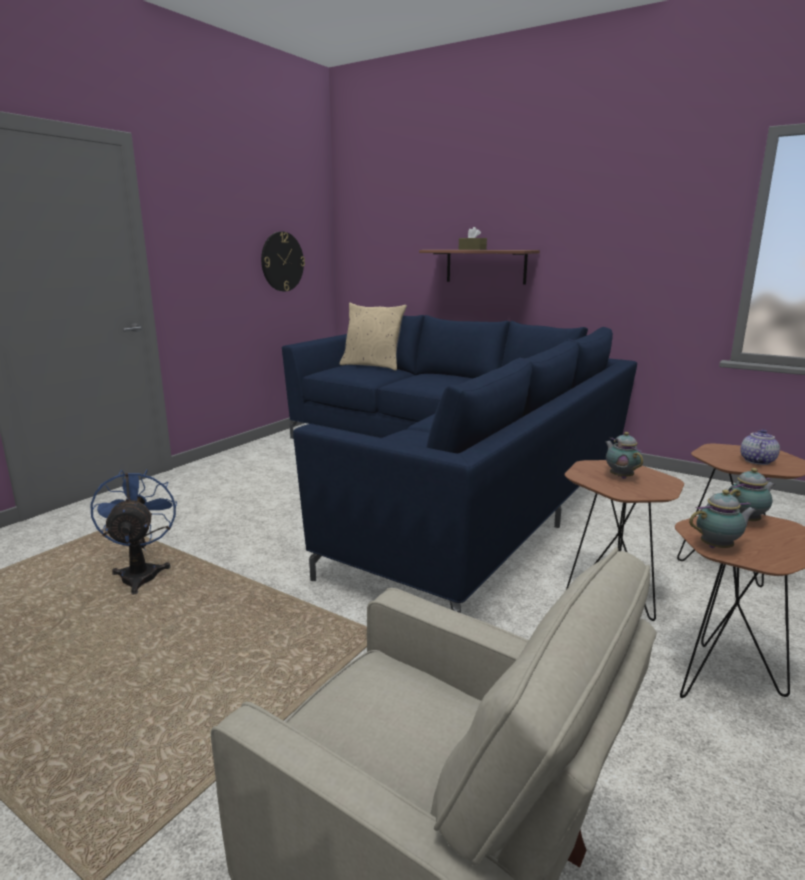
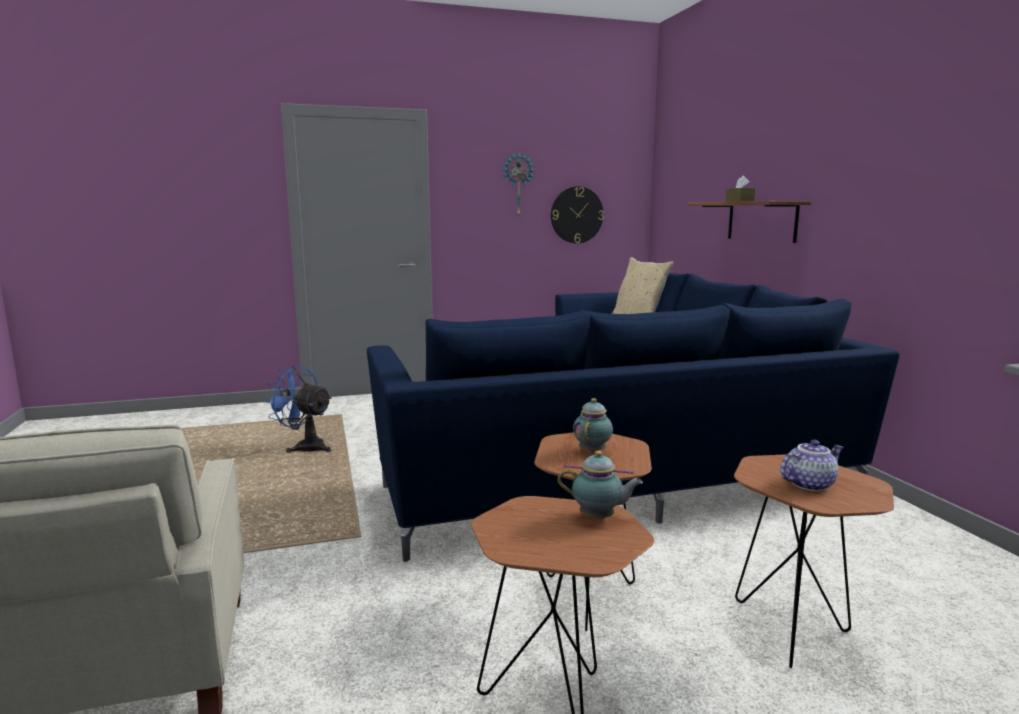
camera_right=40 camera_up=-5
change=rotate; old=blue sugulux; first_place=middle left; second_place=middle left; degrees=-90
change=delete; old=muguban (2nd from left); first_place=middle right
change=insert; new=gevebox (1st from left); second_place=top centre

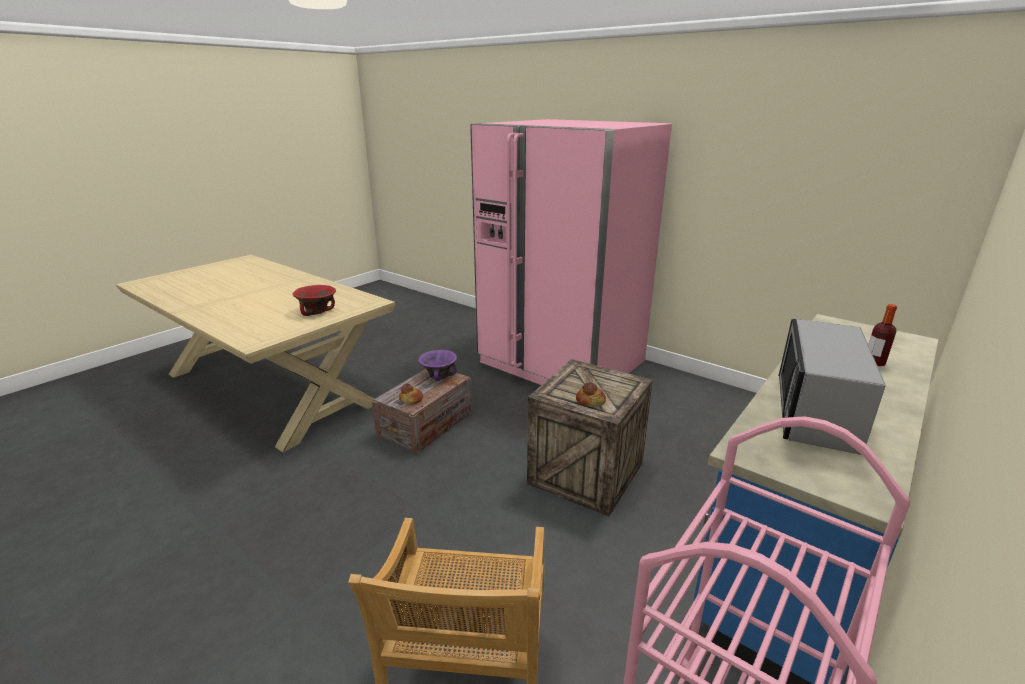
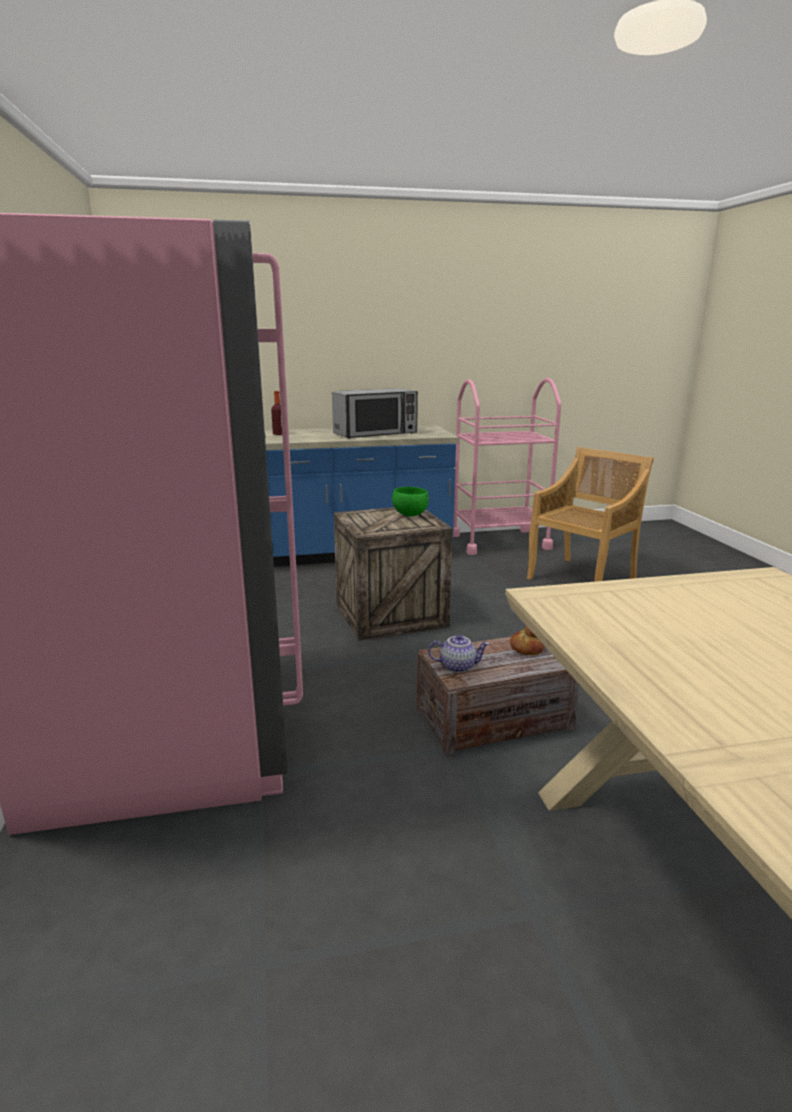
camera_right=-140 camera_up=-5
change=delete; old=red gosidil; first_place=middle left
change=replace; old=purple gosidil; new=muguban; first_place=centre; second_place=centre
change=replace; old=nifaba (2nd from left); new=green gosidil; first_place=centre; second_place=centre

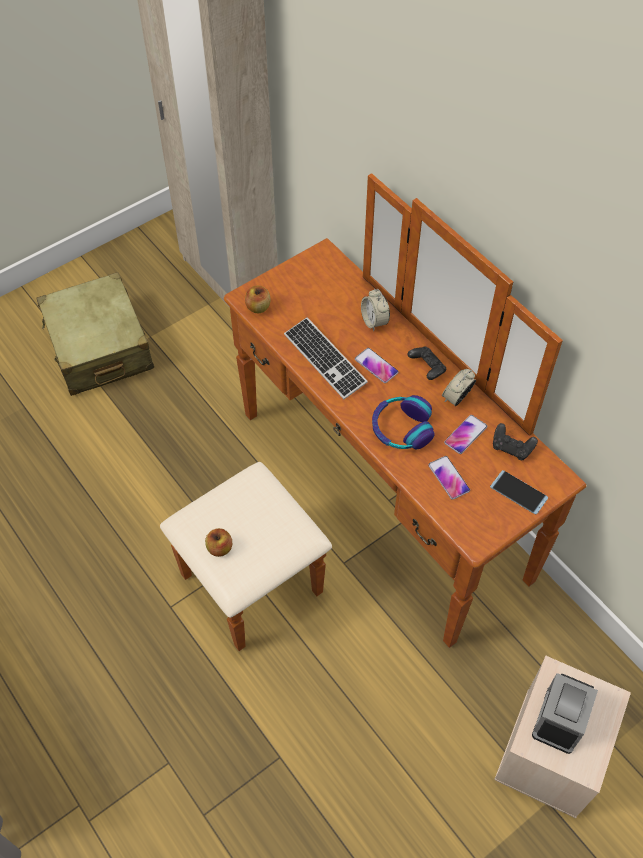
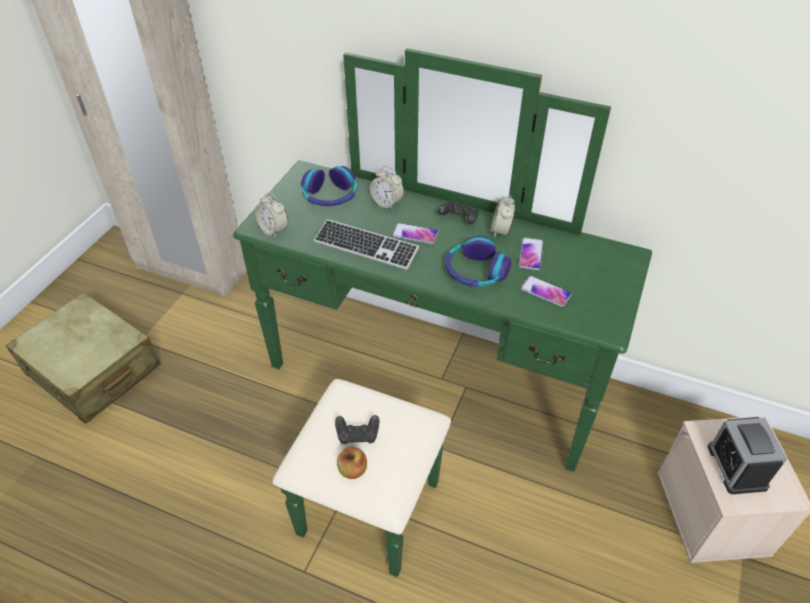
camera_right=-30 camera_up=-10
change=recolor; old=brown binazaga; new=green binazaga; first_place=centre; second_place=centre
change=replace; old=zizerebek (2nd from left); new=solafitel (1st from left); first_place=centre; second_place=centre
change=move; old=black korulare (2nd from left in the first image); new=black korulare (1st from left); first_place=middle right; second_place=bottom centre
change=delete; old=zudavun (4th from left); first_place=middle right
change=insert; new=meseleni (1st from left); second_place=top centre

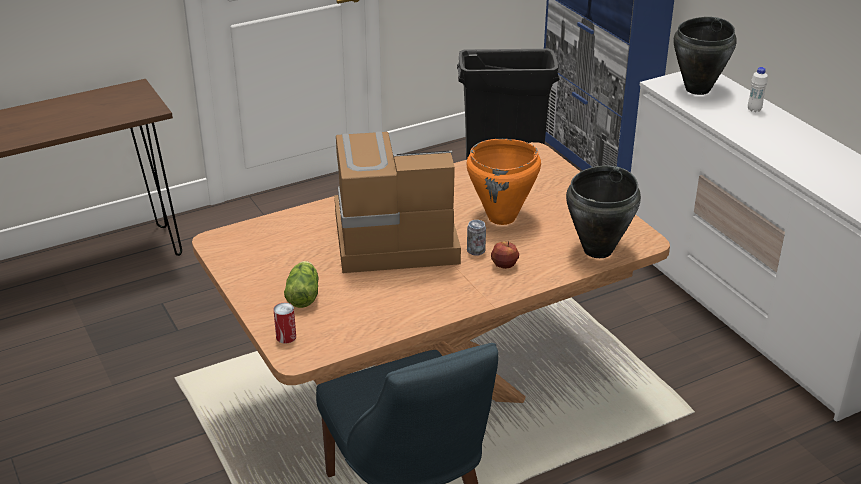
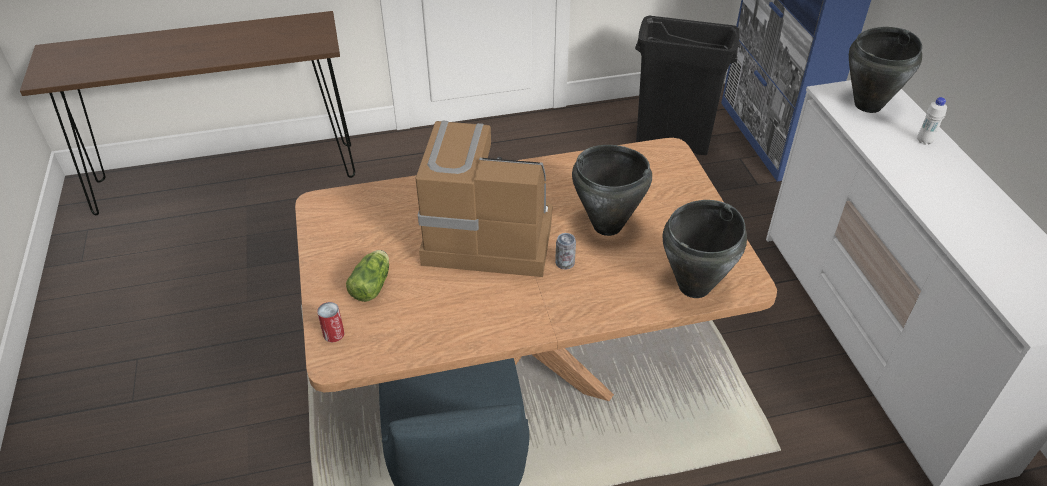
camera_right=15 camera_up=10
change=recolor; old=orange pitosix; new=black pitosix (1st from left); first_place=centre; second_place=centre
change=delete; old=zizerebek; first_place=centre

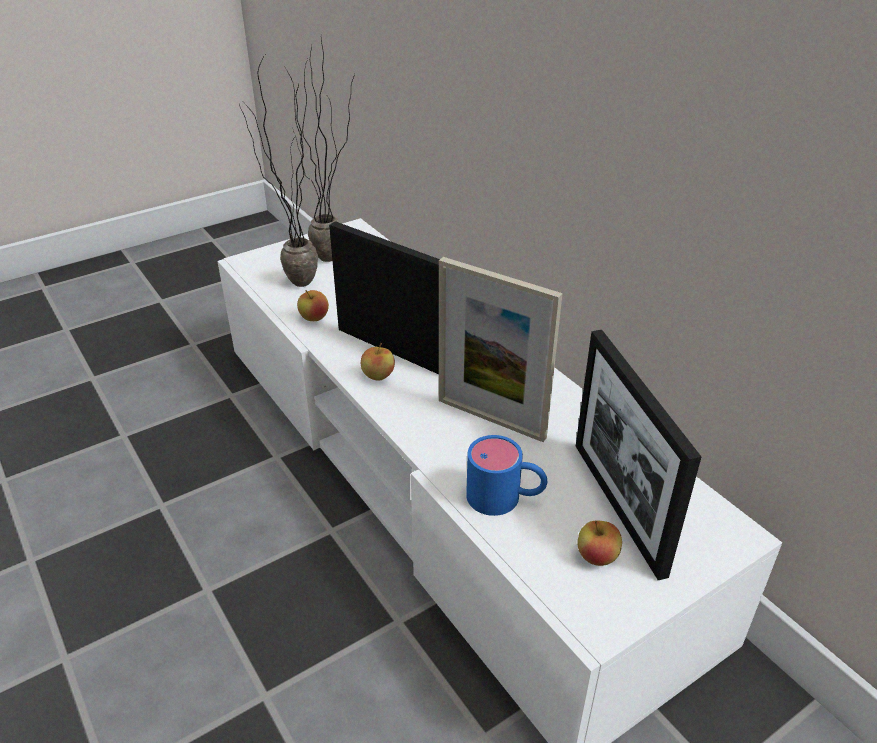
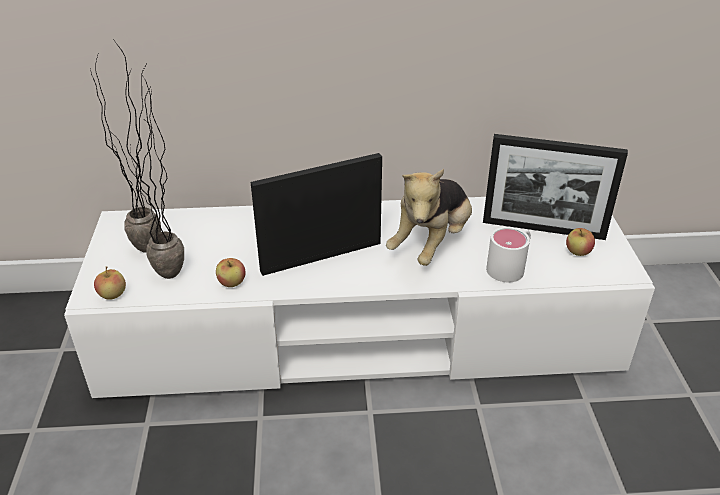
camera_right=-60 camera_up=0
change=replace; old=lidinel (2nd from left); new=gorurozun; first_place=centre; second_place=centre
change=move; old=zizerebek (2nd from left in the first image); new=zizerebek (1st from left); first_place=centre; second_place=middle left
change=recolor; old=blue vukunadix; new=white vukunadix; first_place=centre; second_place=middle right

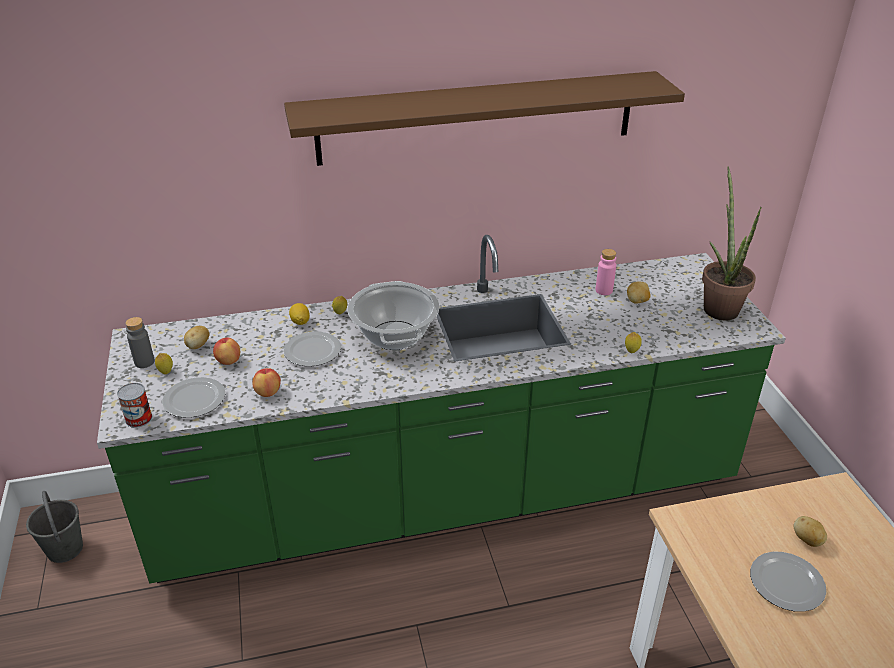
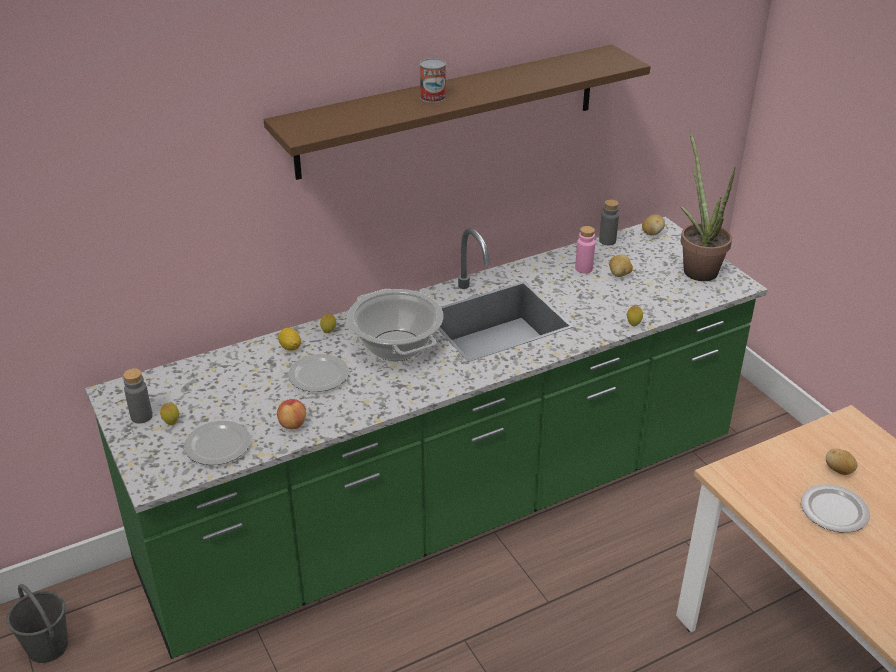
camera_right=-15 camera_up=0
change=move; old=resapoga (1st from left in the first image); new=resapoga (2nd from left); first_place=middle left; second_place=middle right
change=delete; old=zizerebek (1st from left); first_place=middle left
change=move; old=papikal; first_place=middle left; second_place=top centre
change=insert; new=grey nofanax (2nd from left); second_place=top right

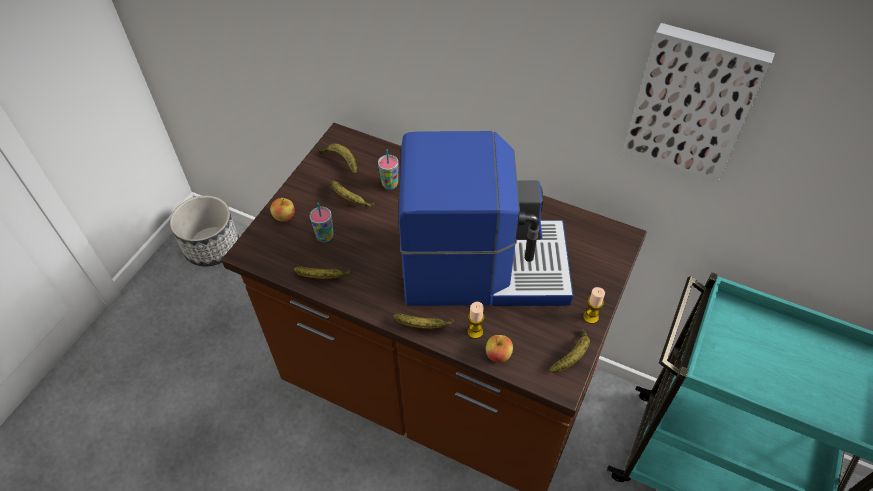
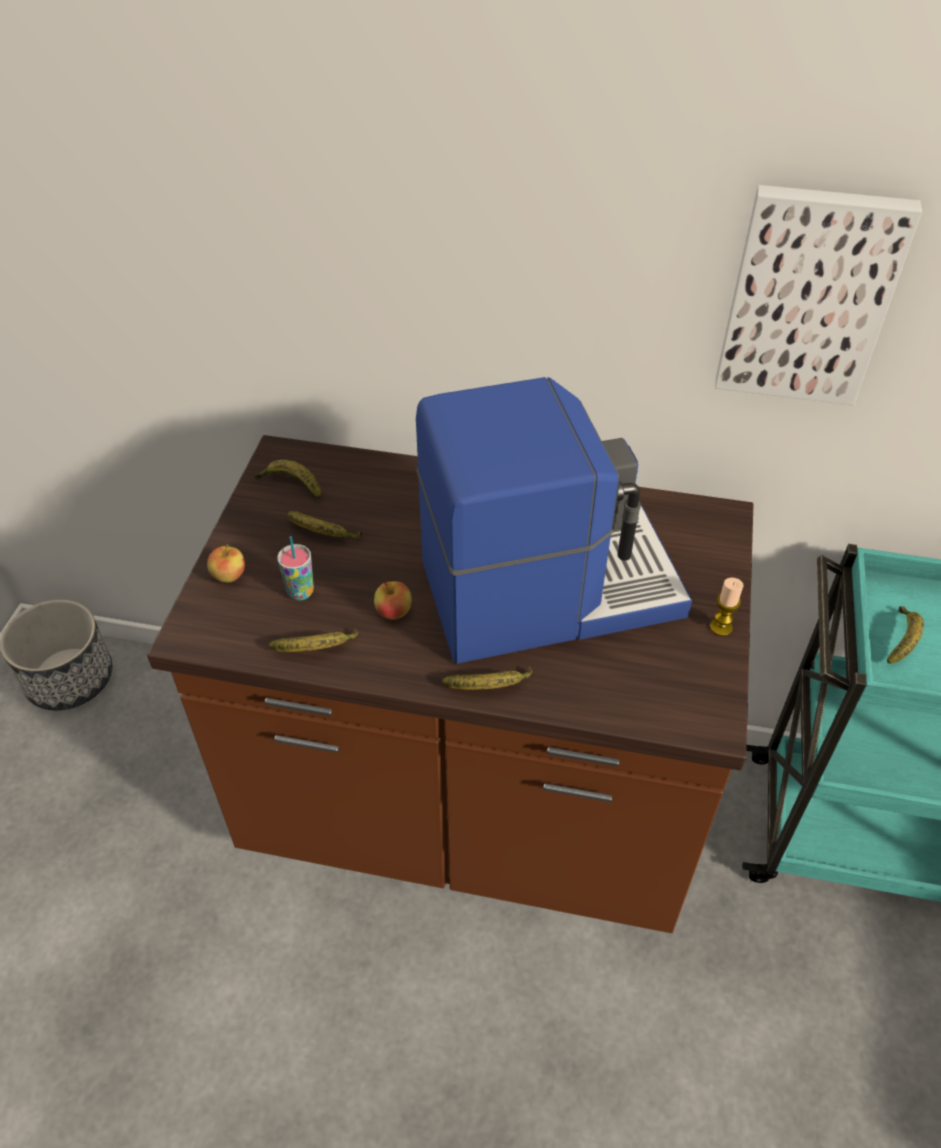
camera_right=-15 camera_up=-5
change=delete; old=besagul (2nd from left); first_place=centre
change=delete; old=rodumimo (1st from left); first_place=centre
change=move; old=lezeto (5th from left); first_place=bottom centre; second_place=middle right
change=move; old=zizerebek (2nd from left); first_place=bottom centre; second_place=centre

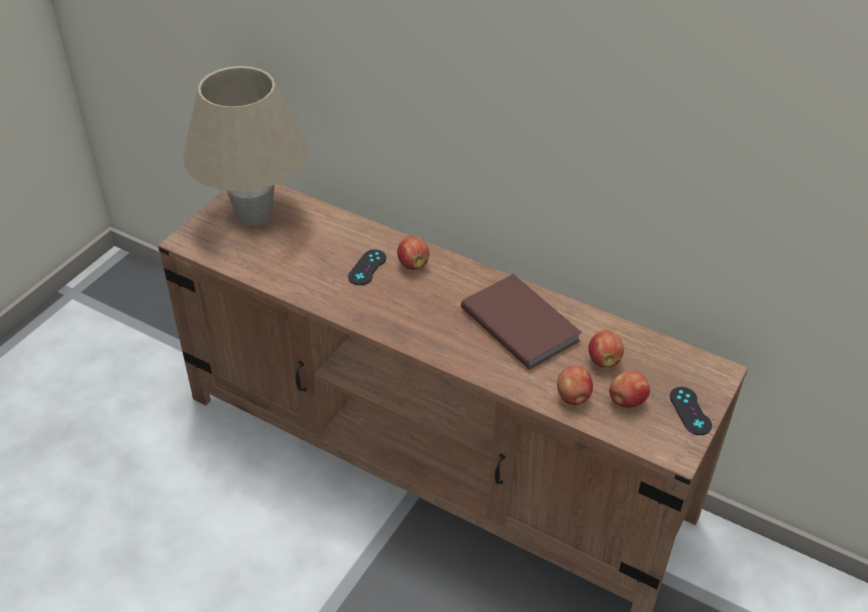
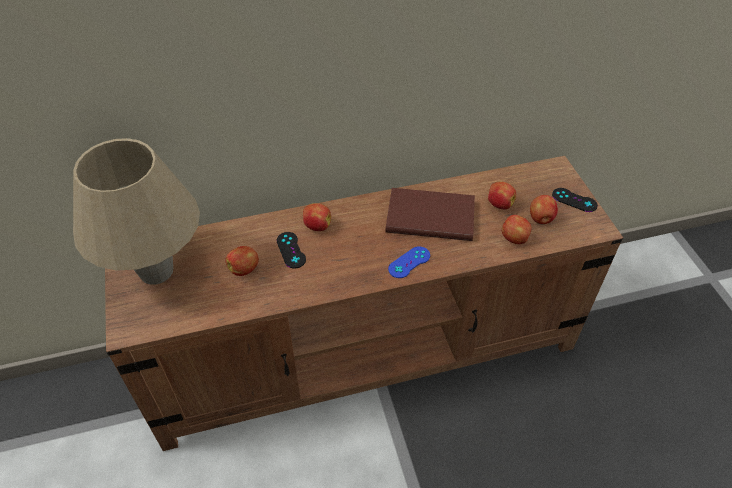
camera_right=-45 camera_up=5
change=insert; new=zizerebek (1st from left); second_place=middle left
change=insert; new=blue korulare; second_place=centre

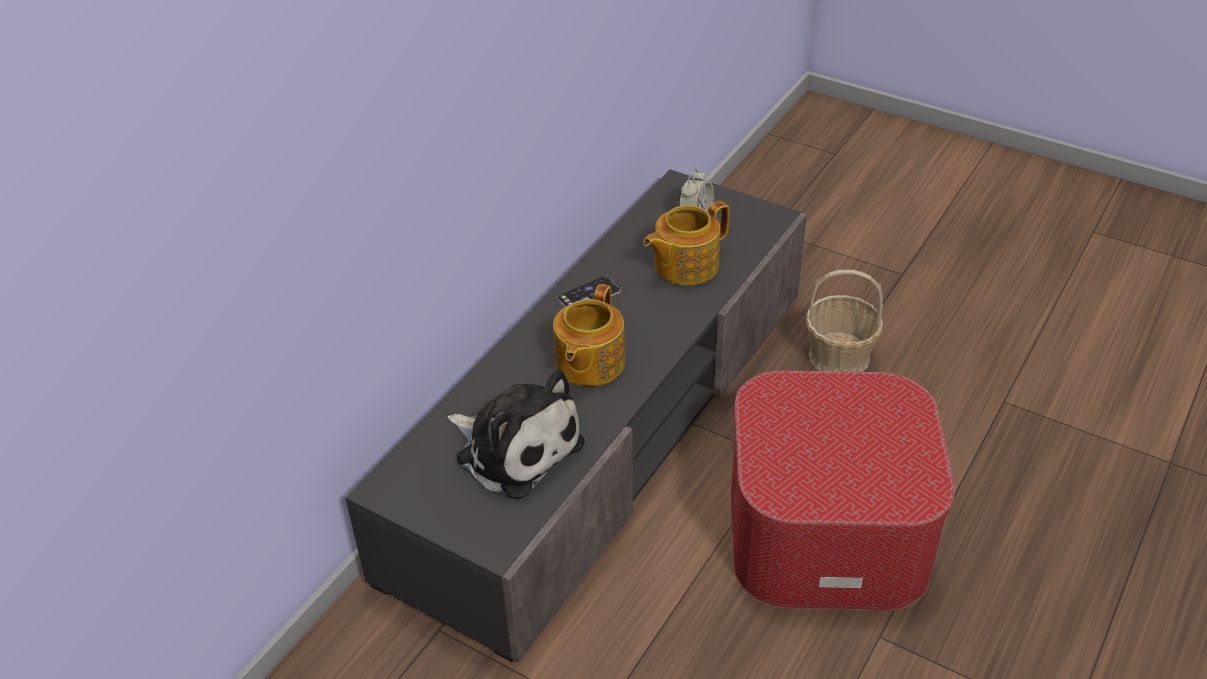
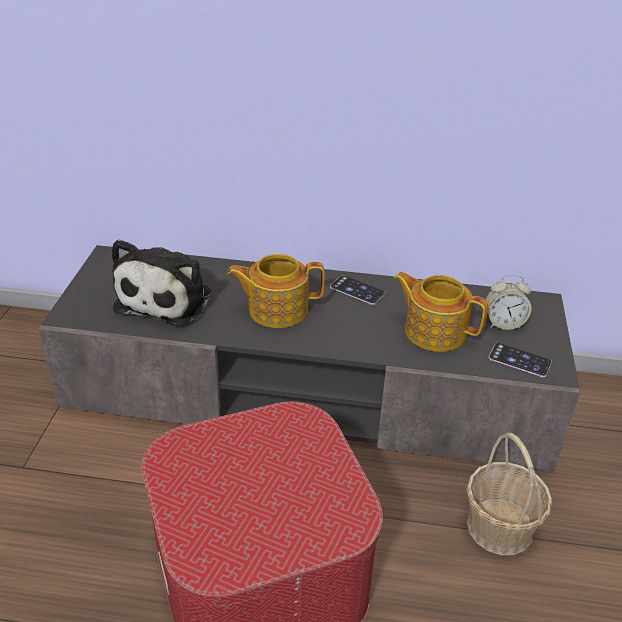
camera_right=65 camera_up=-5
change=insert; new=zudavun (2nd from left); second_place=middle right

